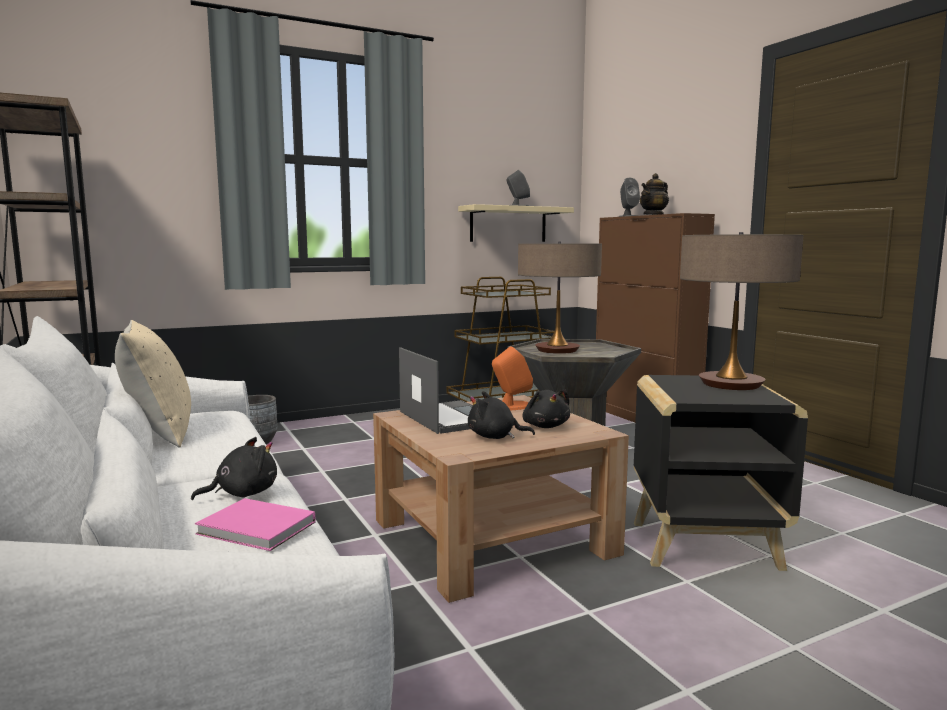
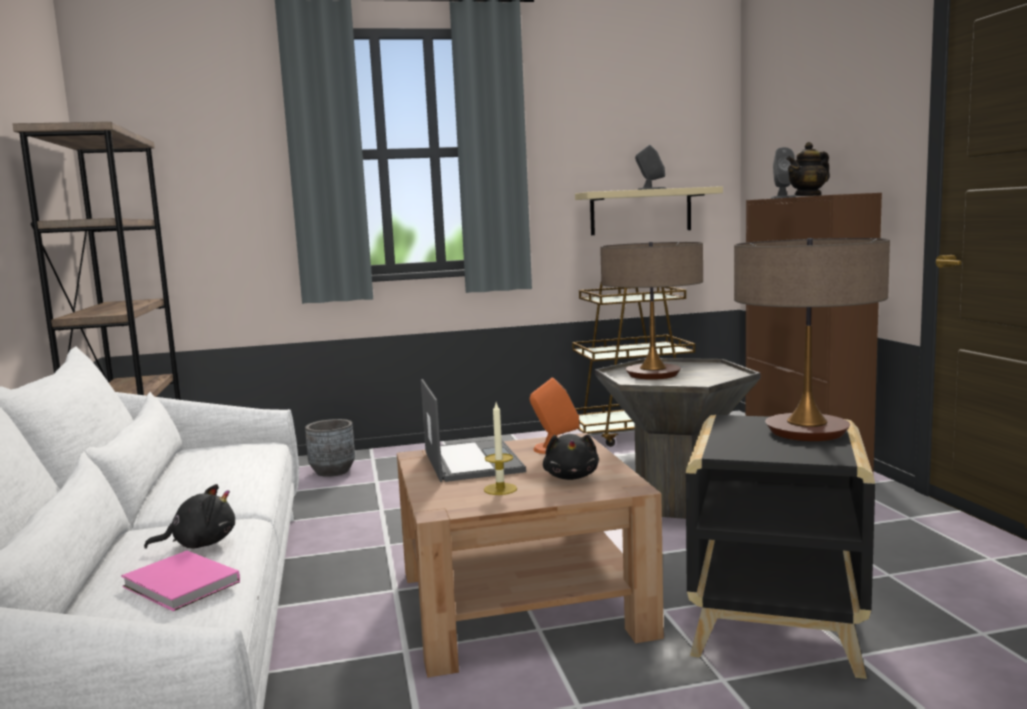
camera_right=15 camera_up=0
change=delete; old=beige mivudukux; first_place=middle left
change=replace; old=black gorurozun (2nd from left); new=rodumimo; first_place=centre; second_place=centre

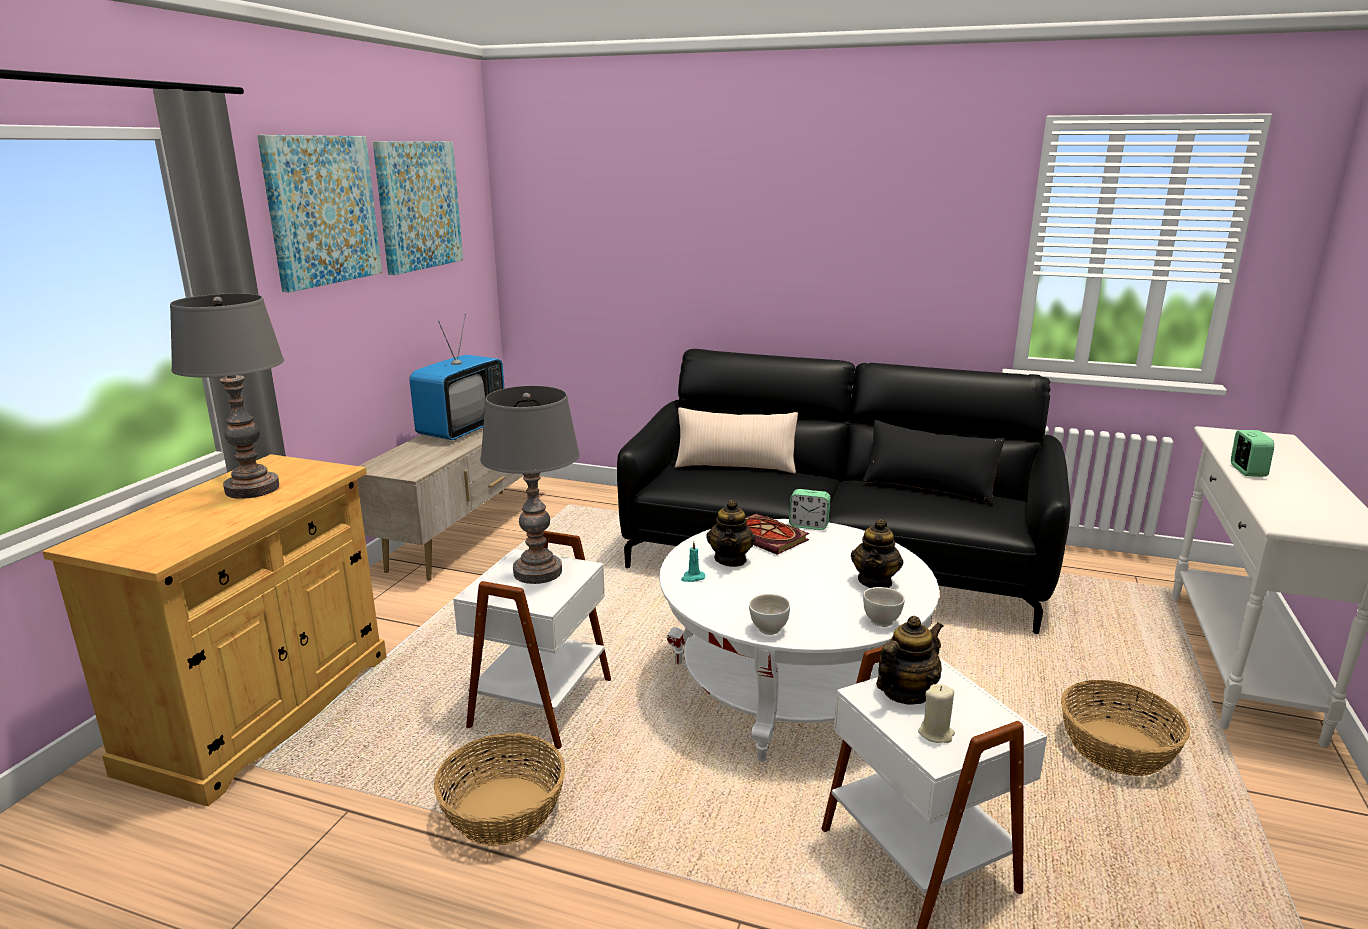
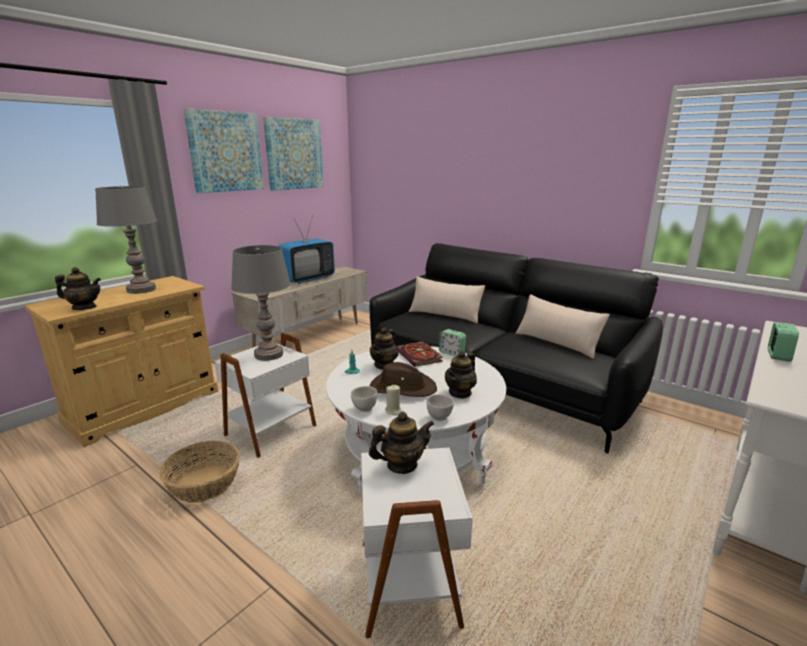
camera_right=20 camera_up=0
change=recolor; old=black mivudukux; new=beige mivudukux (2nd from left); first_place=middle right; second_place=middle right
change=delete; old=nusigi (2nd from left); first_place=bottom right
change=move; old=beige rodumimo; first_place=bottom right; second_place=centre
change=insert; new=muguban (1st from left); second_place=middle left
change=insert; new=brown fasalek; second_place=centre

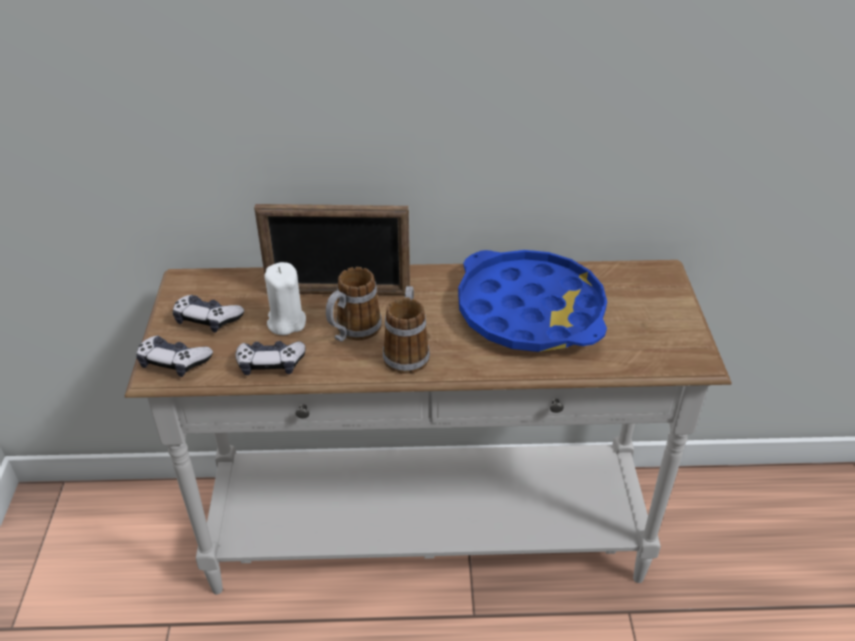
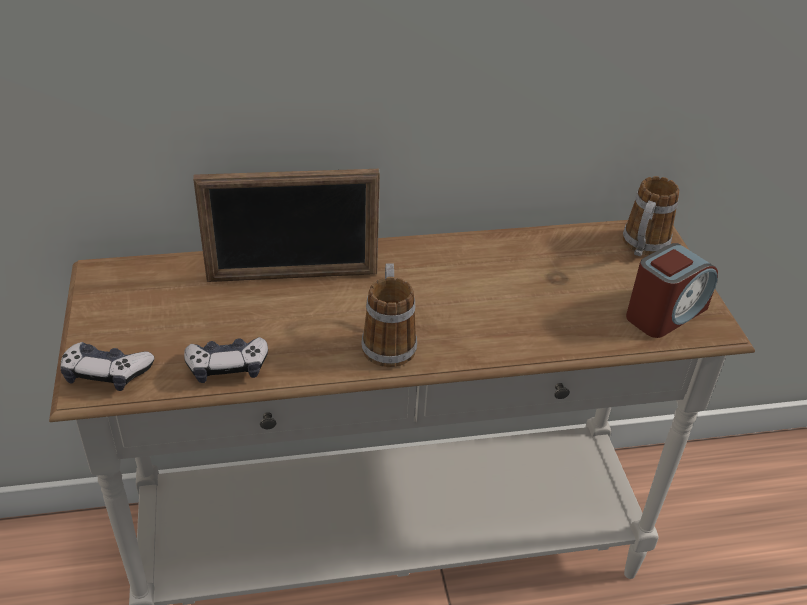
camera_right=-10 camera_up=0
change=delete; old=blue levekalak; first_place=centre
change=delete; old=white rodumimo; first_place=centre
change=move; old=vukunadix (1st from left in the first image); new=vukunadix (2nd from left); first_place=centre; second_place=middle right
change=delete; old=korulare (2nd from left); first_place=middle left
change=insert; new=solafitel; second_place=middle right

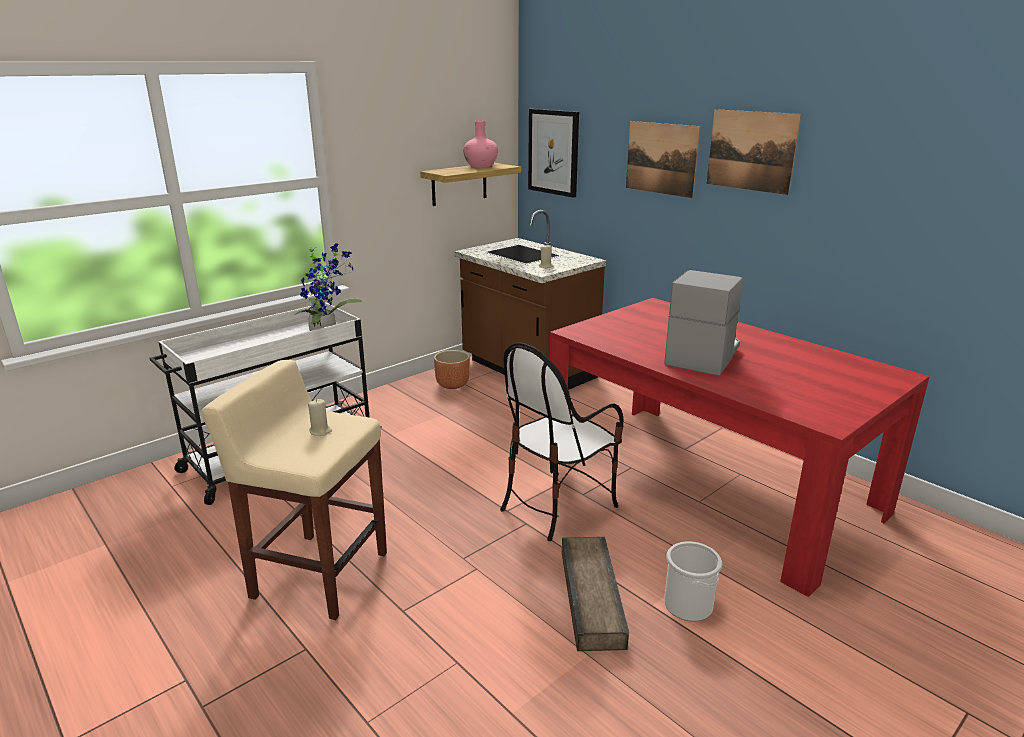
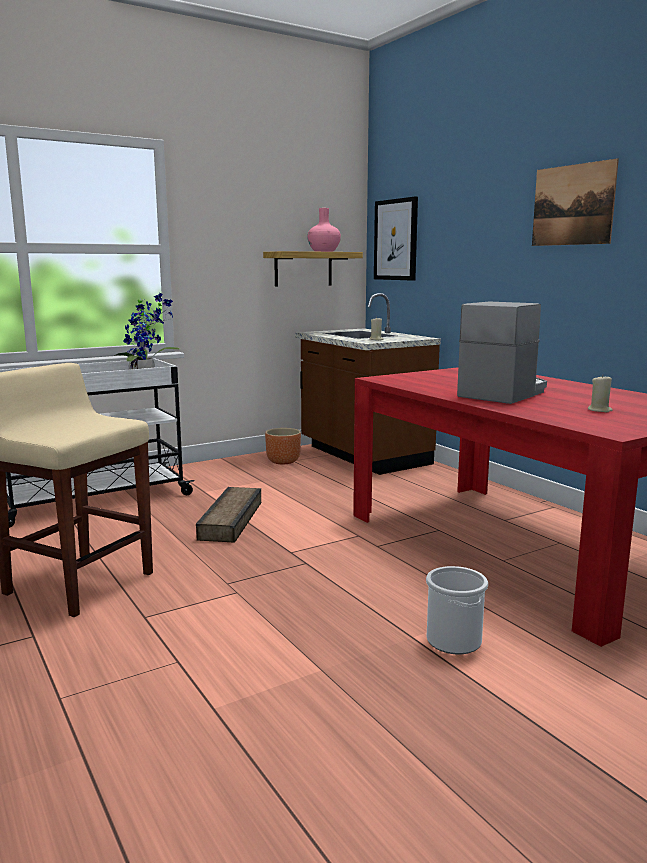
camera_right=10 camera_up=-10
change=delete; old=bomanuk (2nd from left); first_place=top centre
change=delete; old=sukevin; first_place=centre
change=move; old=beige rodumimo (1st from left in the first image); new=beige rodumimo (2nd from left); first_place=middle left; second_place=middle right
change=move; old=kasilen; first_place=bottom centre; second_place=centre

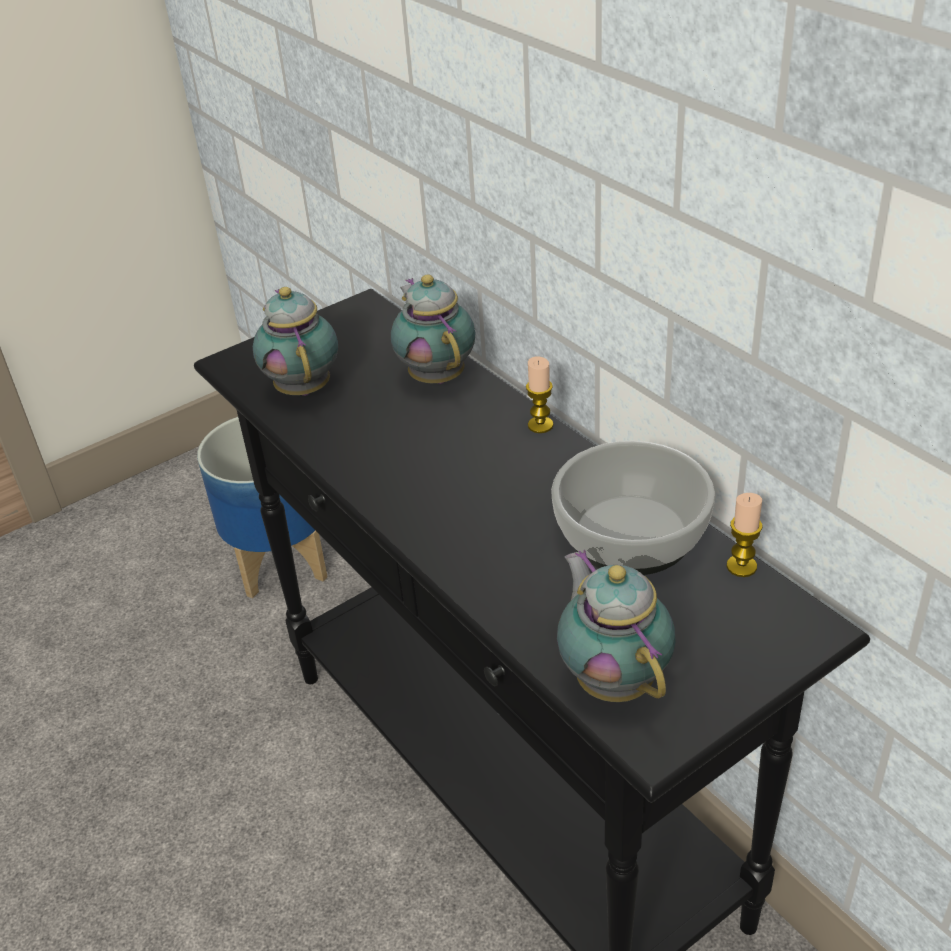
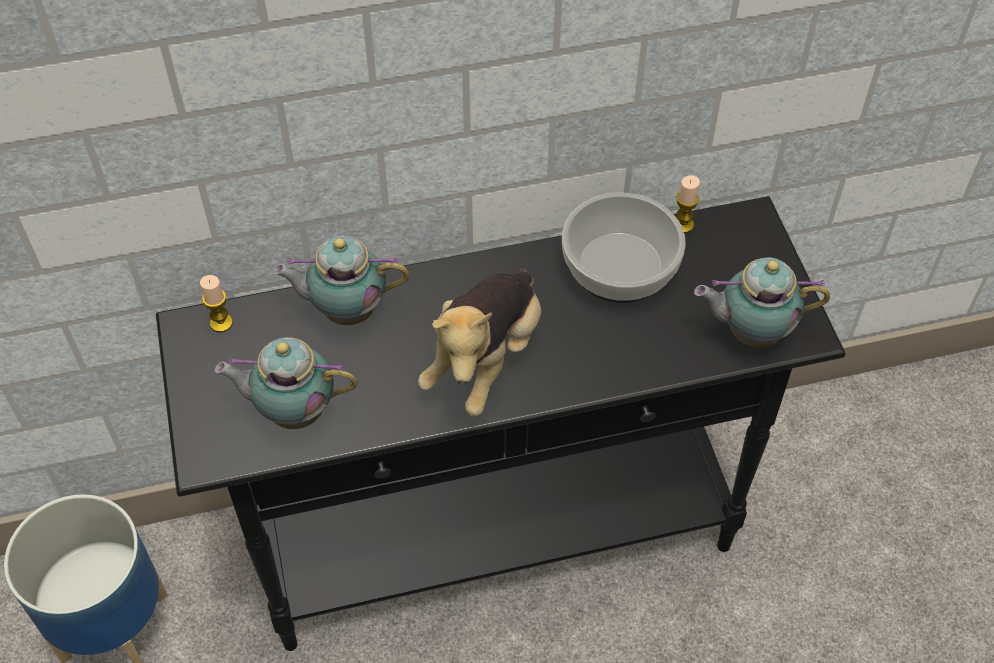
camera_right=-70 camera_up=15
change=move; old=rodumimo (1st from left); first_place=centre; second_place=middle left
change=insert; new=gorurozun; second_place=centre

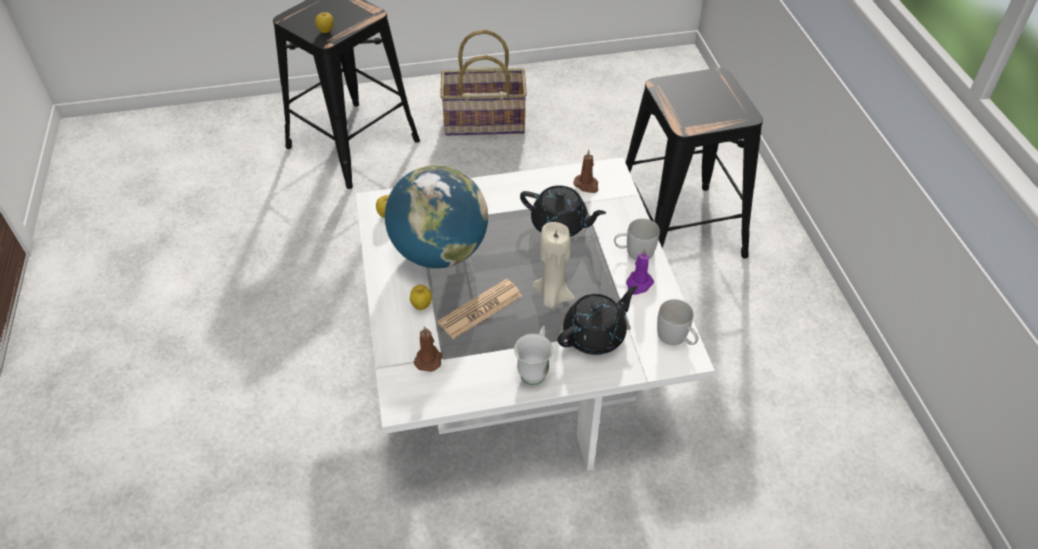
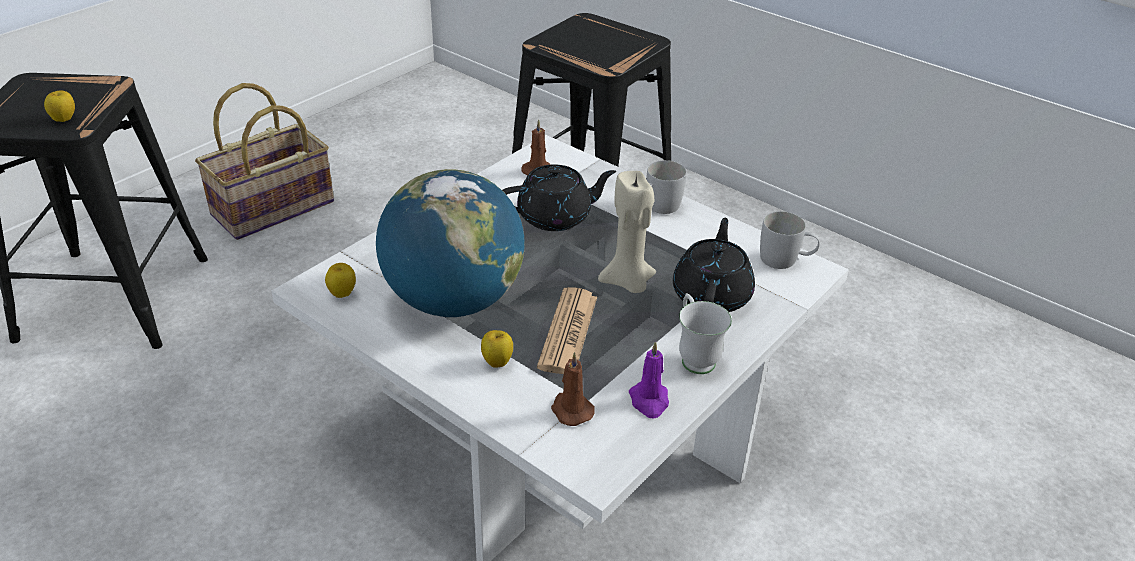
camera_right=-40 camera_up=-10
change=move; old=purple rodumimo; first_place=centre; second_place=bottom centre

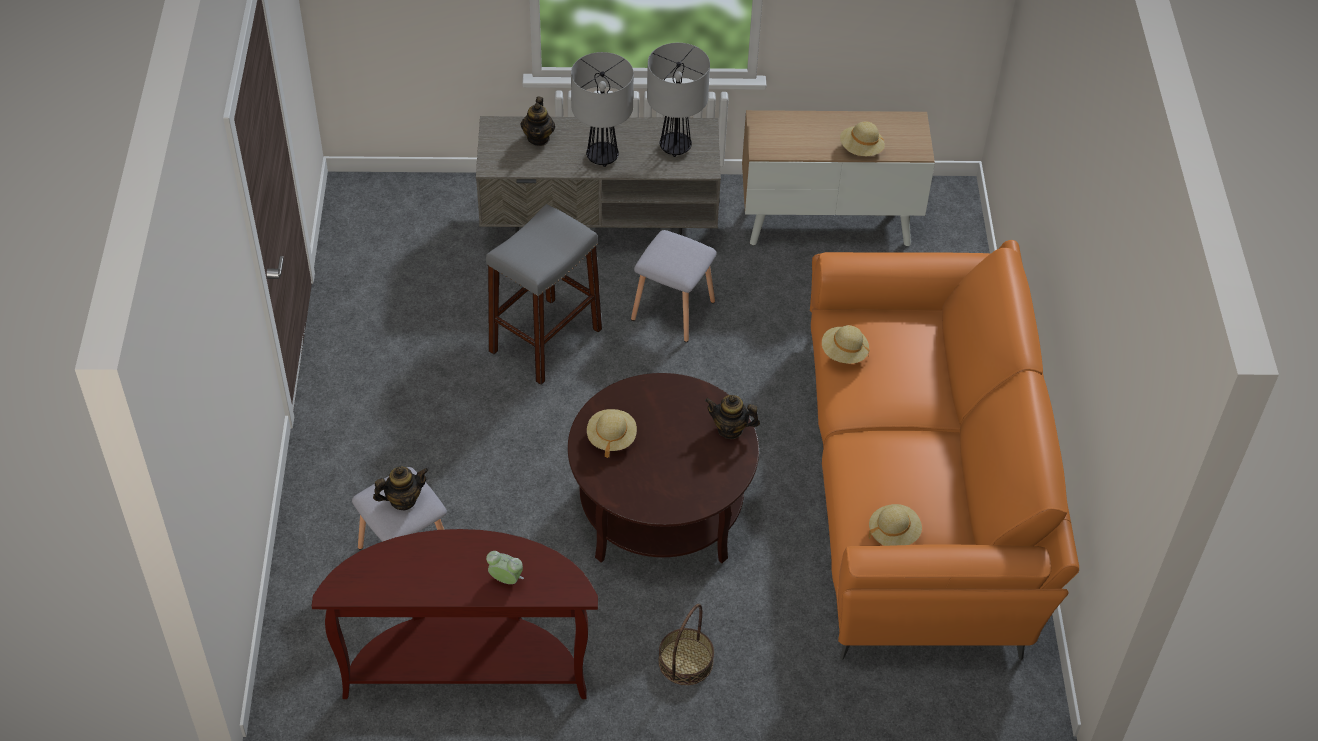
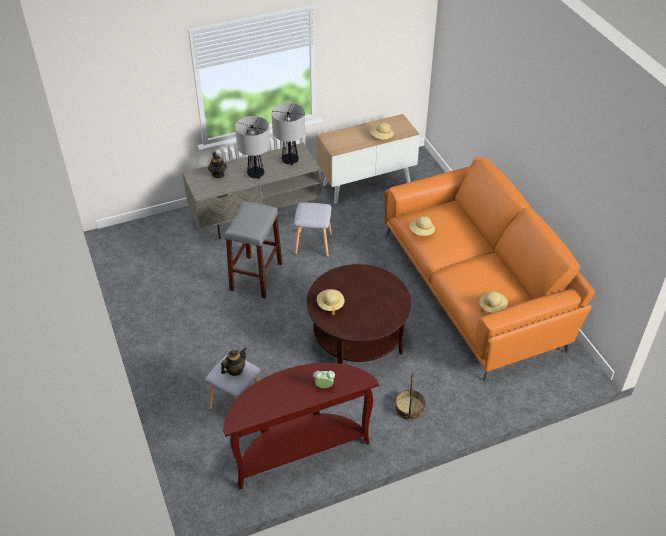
camera_right=-20 camera_up=-5
change=delete; old=muguban (3rd from left); first_place=centre

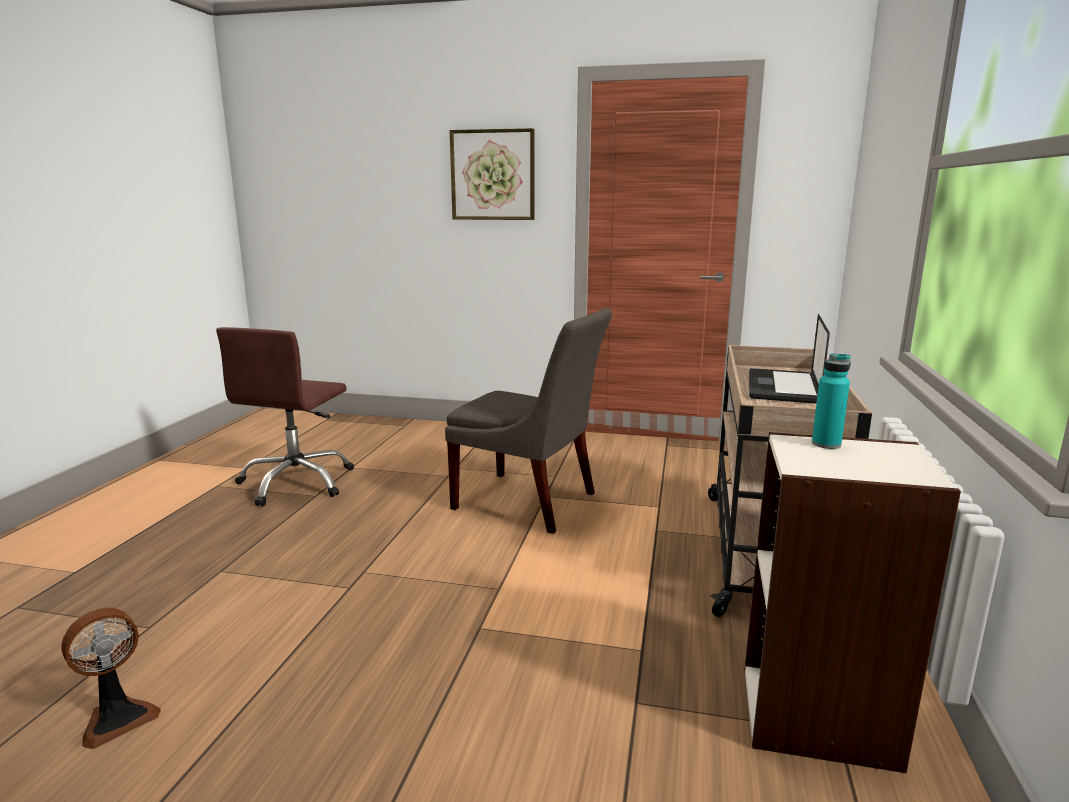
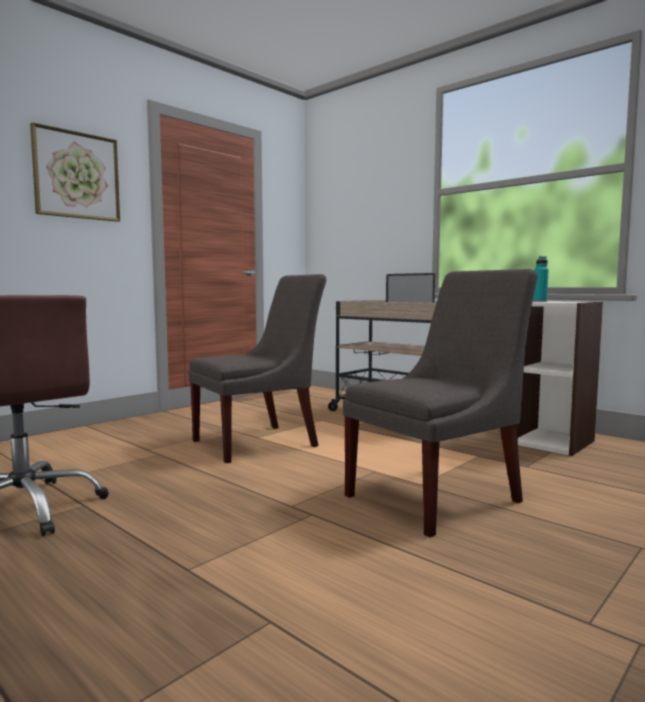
camera_right=-60 camera_up=-10
change=delete; old=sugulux; first_place=bottom left
change=insert; new=grey sukevin (2nd from left); second_place=middle right

